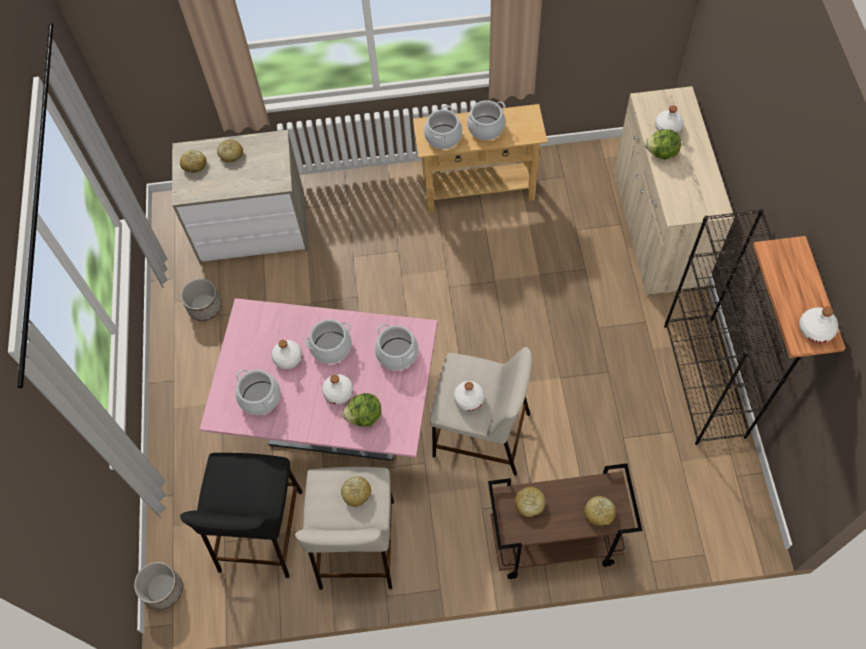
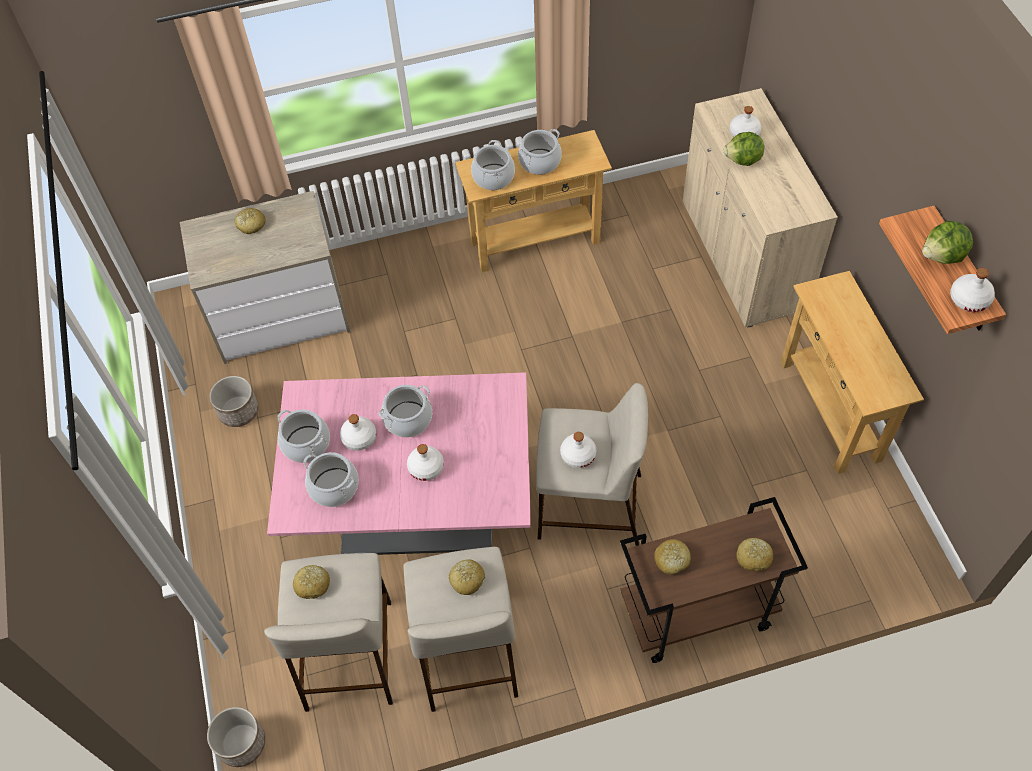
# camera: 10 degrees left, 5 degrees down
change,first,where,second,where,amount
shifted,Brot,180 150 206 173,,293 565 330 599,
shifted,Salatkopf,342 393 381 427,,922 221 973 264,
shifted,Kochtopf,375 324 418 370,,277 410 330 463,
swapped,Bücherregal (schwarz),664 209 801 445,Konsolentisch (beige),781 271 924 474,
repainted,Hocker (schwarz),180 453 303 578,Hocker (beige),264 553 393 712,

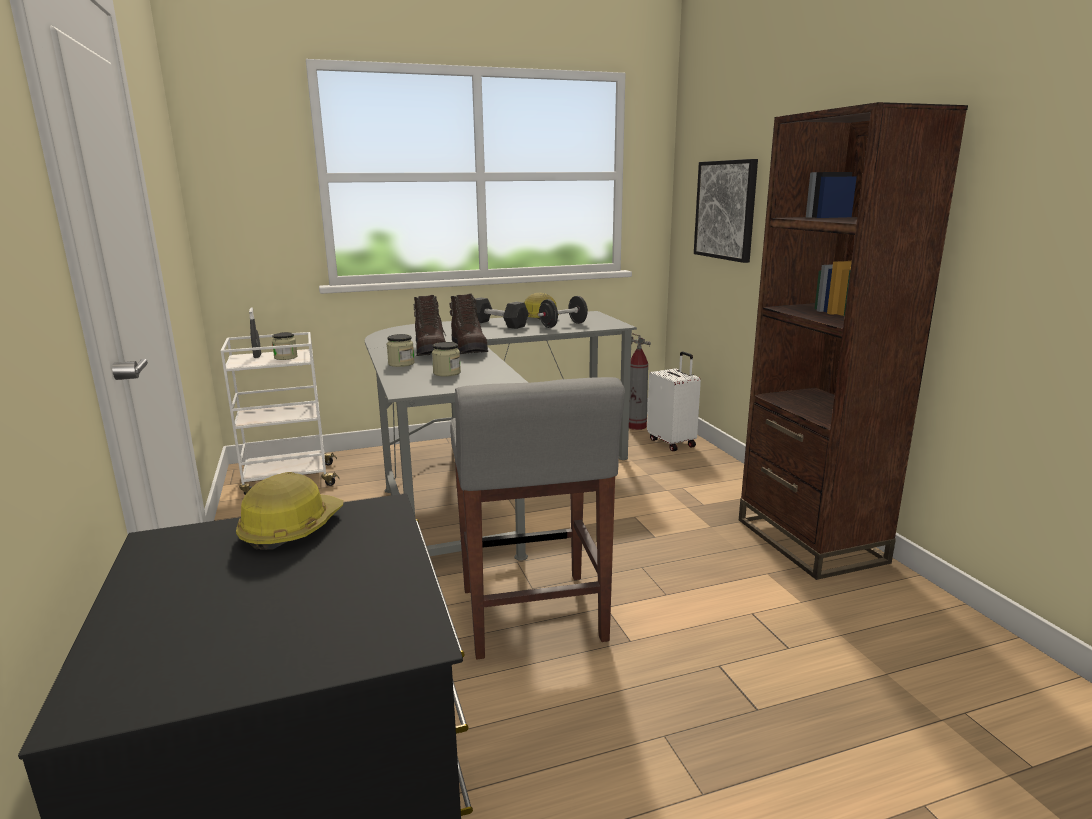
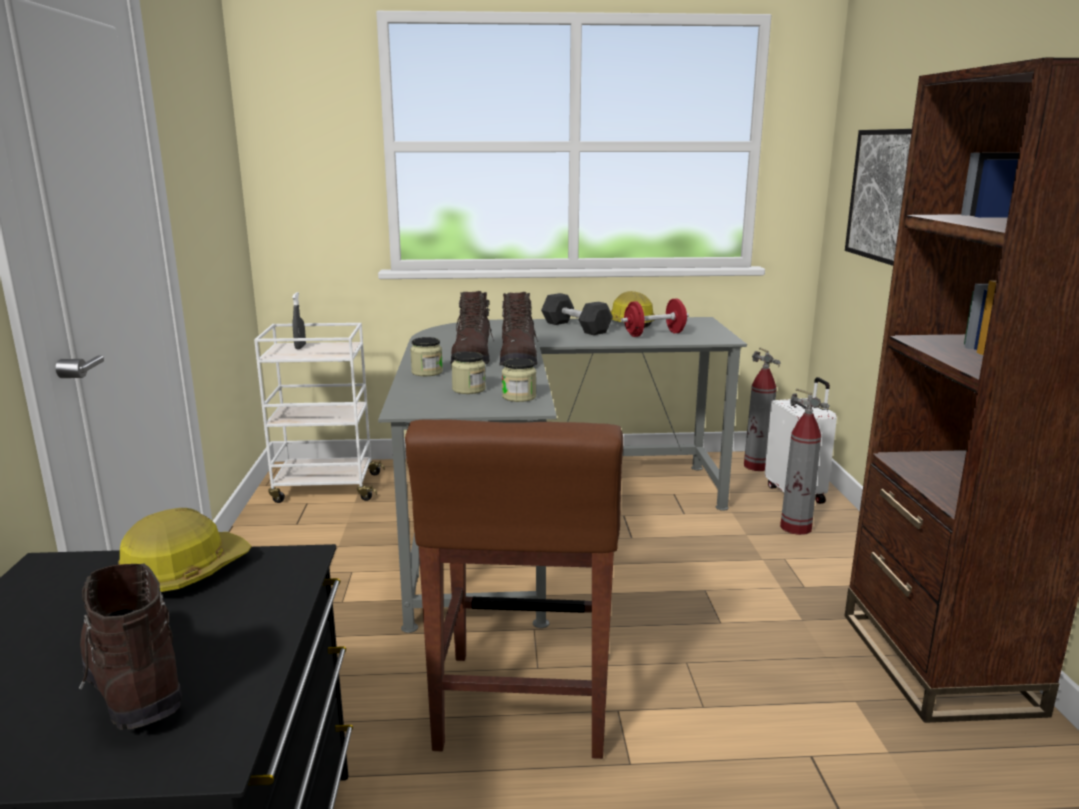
# camera: 15 degrees right, 0 degrees up
change,first,where,second,where,amount
new,,,Stiefel (braun),79 563 182 730,
new,,,Feuerlöscher,780 388 829 535,
shifted,Vorratsglas,272 332 298 360,,502 358 536 402,
repainted,Hocker (grau),450 377 625 660,Hocker (braun),405 419 623 759,
repainted,Hantel (schwarz),538 296 588 328,Hantel (rot),621 299 689 337,

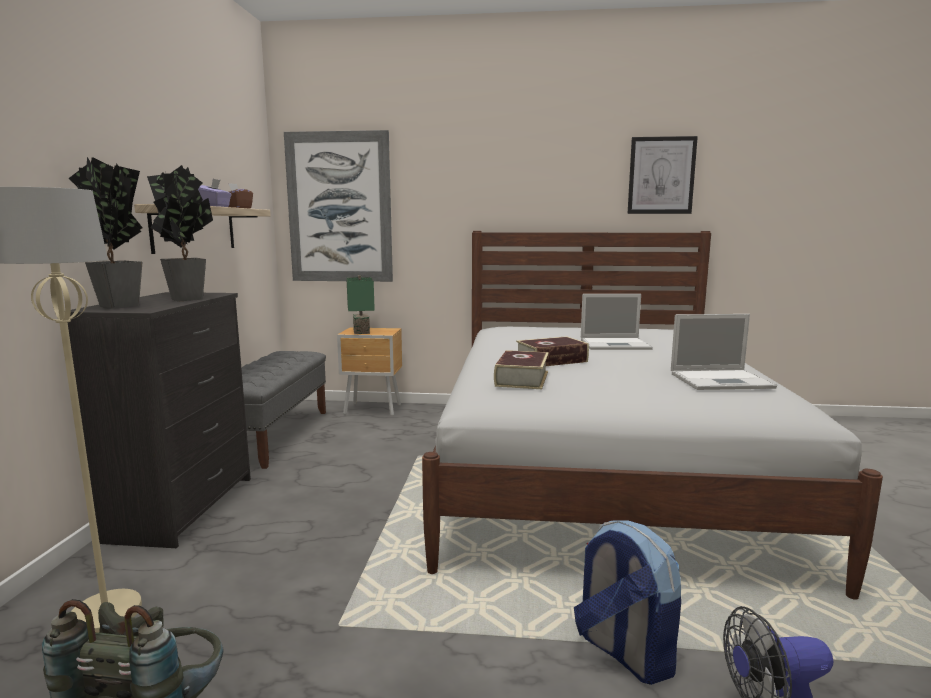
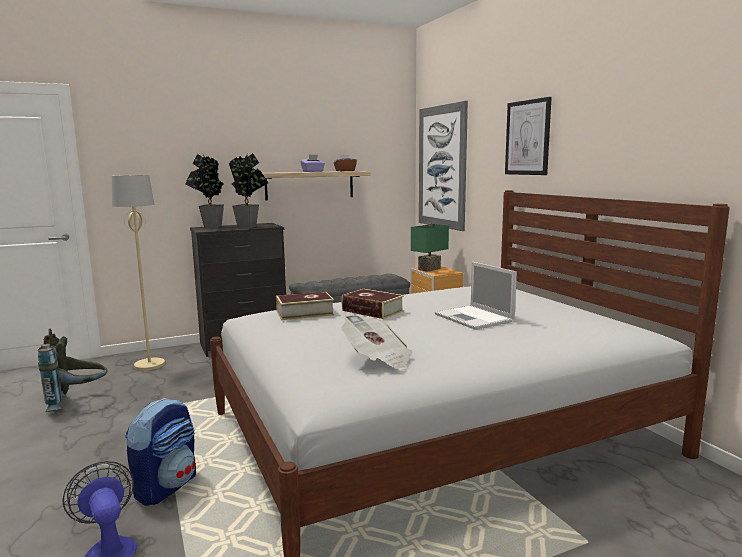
# camera: 60 degrees right, 0 degrees up
change,first,where,second,where,amount
shifted,Bild,627 136 698 214,,505 97 552 175,
swapped,Laptop,671 314 777 390,Zeitung,341 314 412 370,

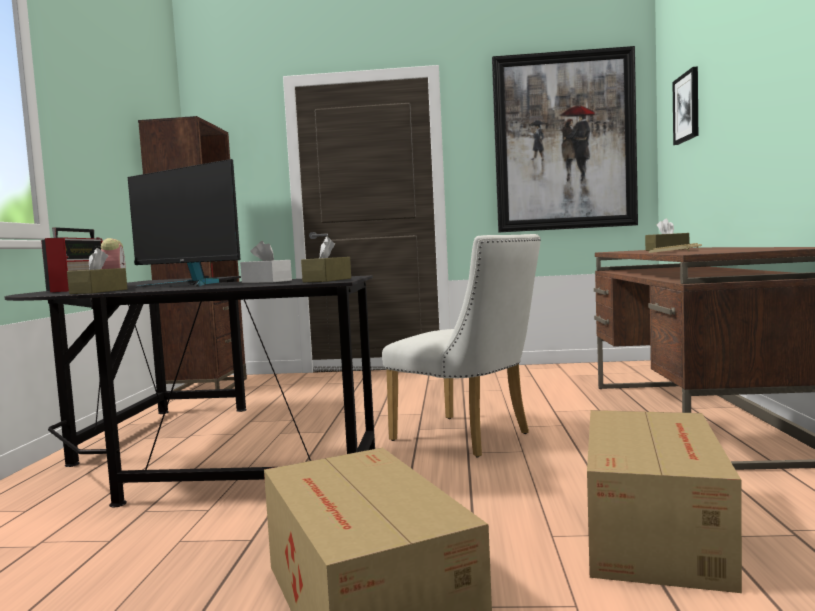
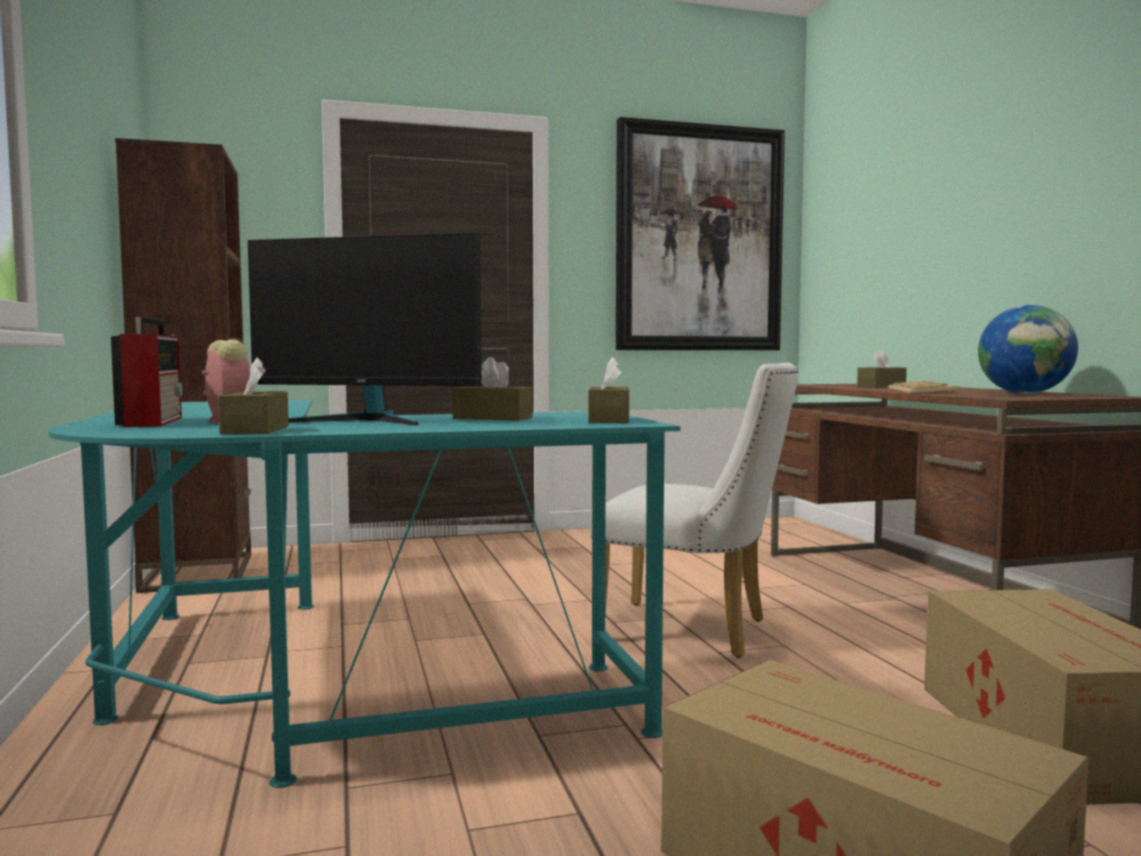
# camera: 20 degrees left, 0 degrees up
change,first,where,second,where,amount
gone,Bild,672 67 698 145,,,
new,,,Globus,978 305 1078 394,
repainted,Schreibtisch (schwarz),5 275 375 507,Schreibtisch (türkis),48 400 680 788,
repainted,Taschentuchbox (weiß),240 241 292 283,Taschentuchbox (braun),452 357 532 421,

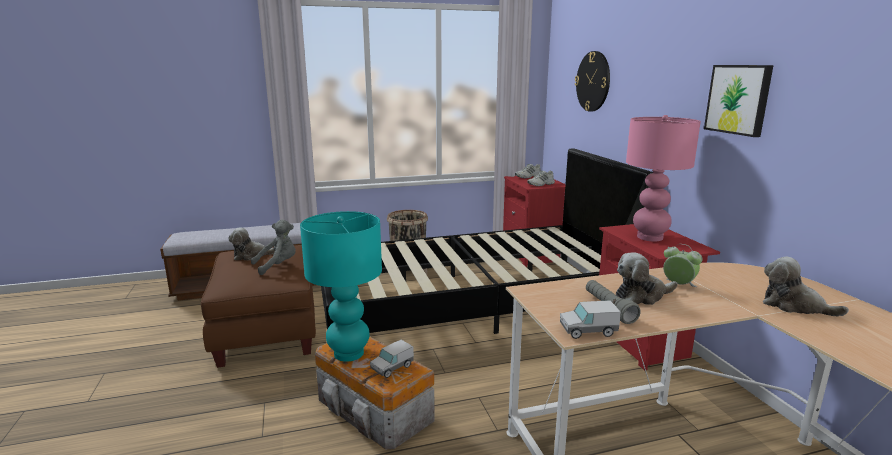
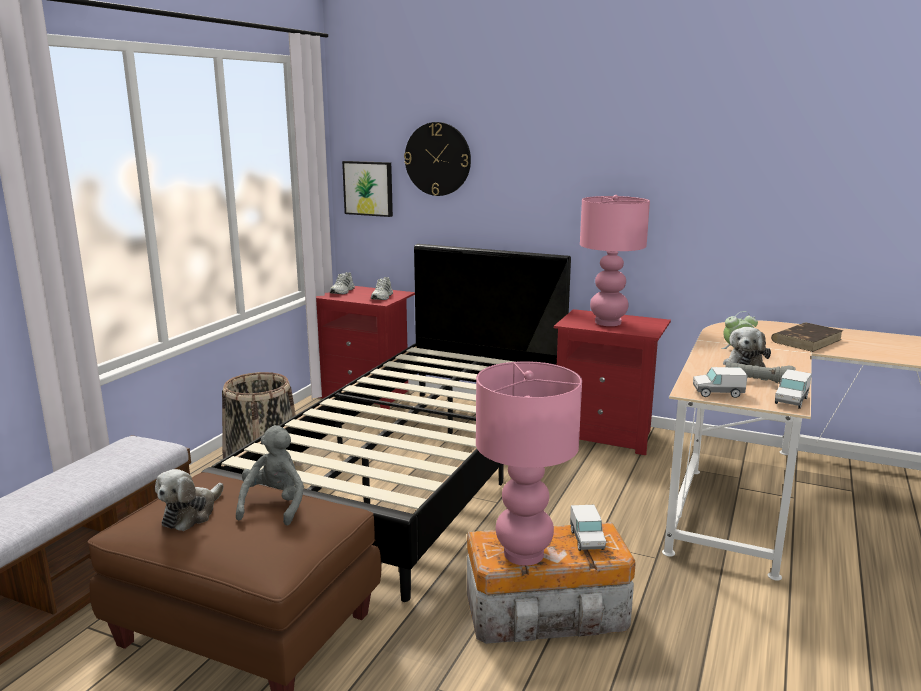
# camera: 50 degrees left, 0 degrees up
change,first,where,second,where,amount
new,,,Spielzeuglaster,693 367 748 398,
shifted,Bild,704 65 774 137,,342 161 393 217,
swapped,Plüschtier,763 256 849 316,Buch (braun),771 322 843 352,
repainted,Tischlampe (türkis),300 211 382 362,Tischlampe (rosa),476 361 582 566,

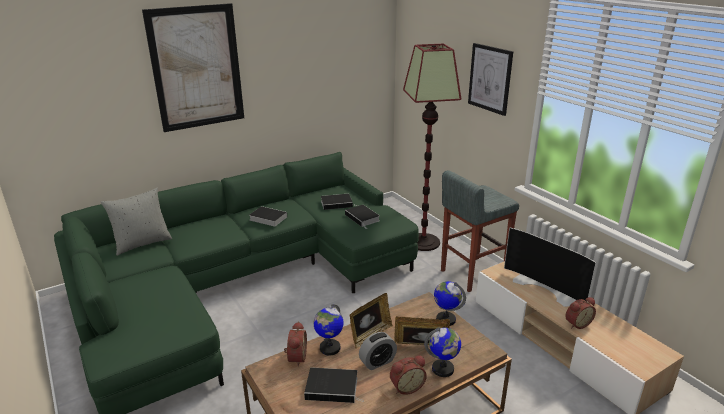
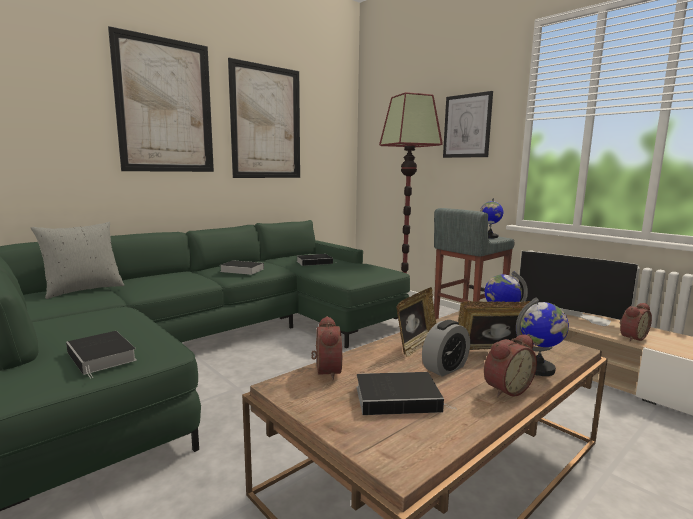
# camera: 10 degrees left, 15 degrees down
change,first,where,second,where,amount
new,,,Bild,228 58 300 178,
shifted,Globus,313 304 344 356,,480 198 503 238,
shifted,Buch,345 205 380 227,,66 331 137 378,

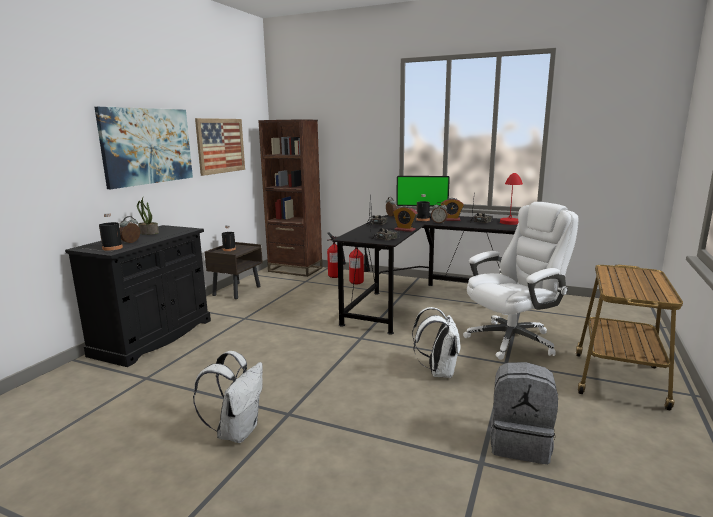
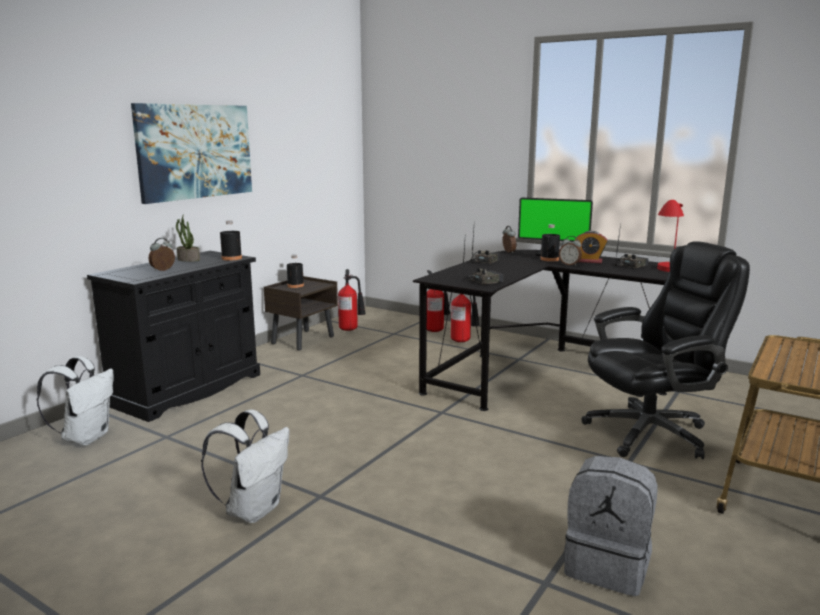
# camera: 10 degrees right, 0 degrees up
change,first,where,second,where,amount
gone,Bild,195 118 245 176,,,
gone,Bücherregal (braun),258 119 323 277,,,
gone,Wecker,393 206 418 232,,,
new,,,Feuerlöscher,338 269 366 331,
shifted,Flasche (schwarz),99 213 123 251,,220 220 242 261,
shifted,Rucksack (weiß),412 307 460 378,,36 356 113 445,
repainted,Bürostuhl (weiß),463 202 578 360,Bürostuhl (schwarz),582 241 750 459,

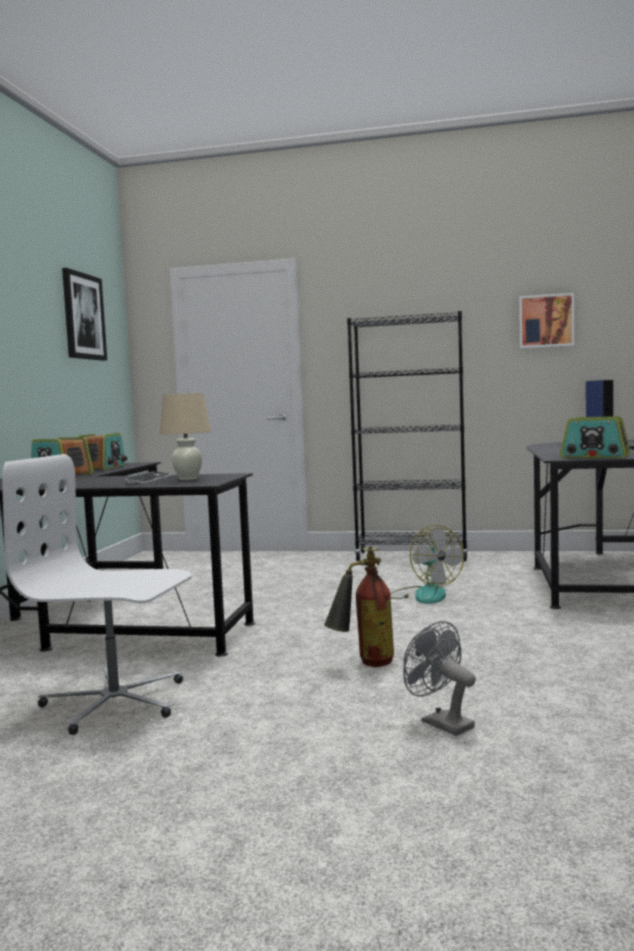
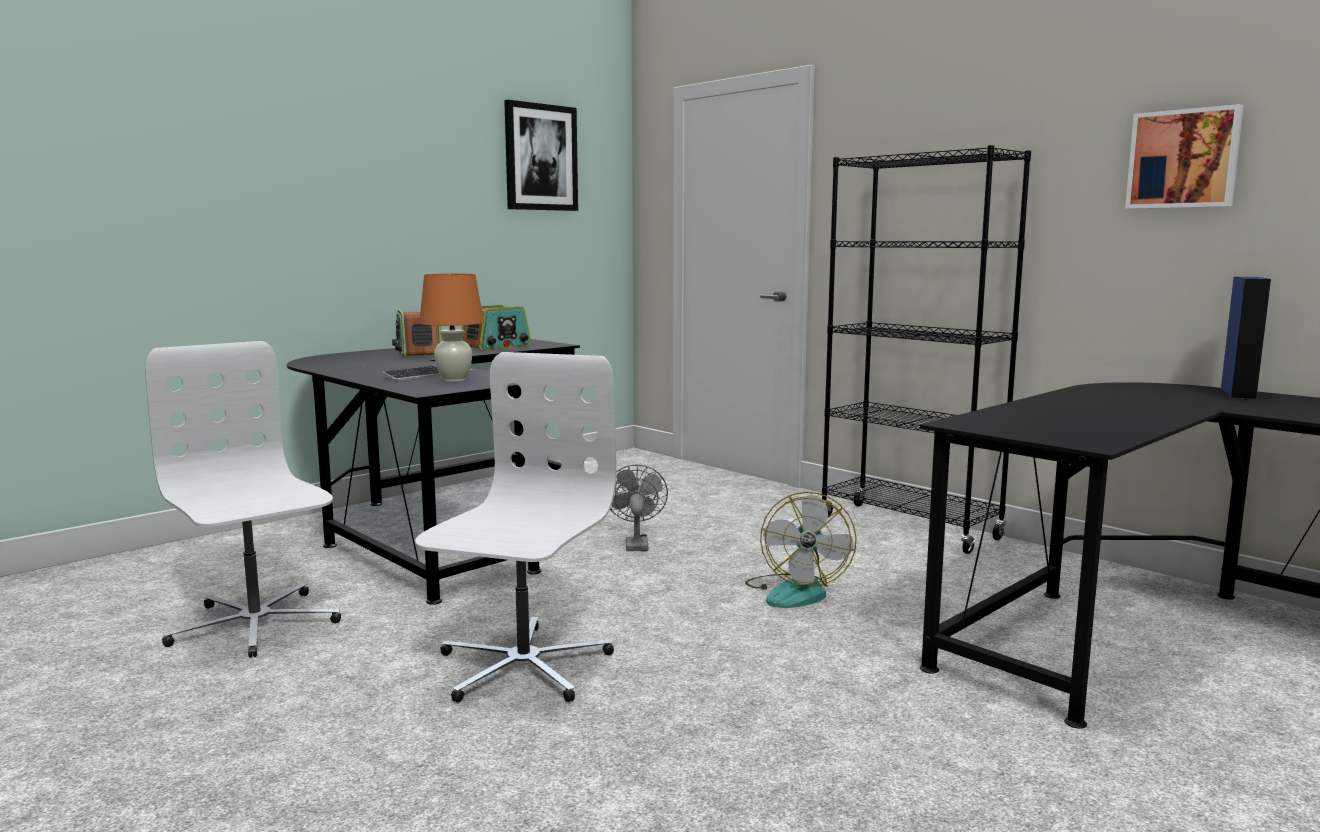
# camera: 35 degrees right, 5 degrees up
change,first,where,second,where,amount
gone,Radio,560 416 630 458,,,
shifted,Ventilator (grau),403 621 476 736,,610 465 668 551,
swapped,Feuerlöscher,324 546 394 667,Bürostuhl (weiß),415 352 617 703,
repainted,Tischlampe (beige),160 393 211 480,Tischlampe (orange),419 273 484 382,

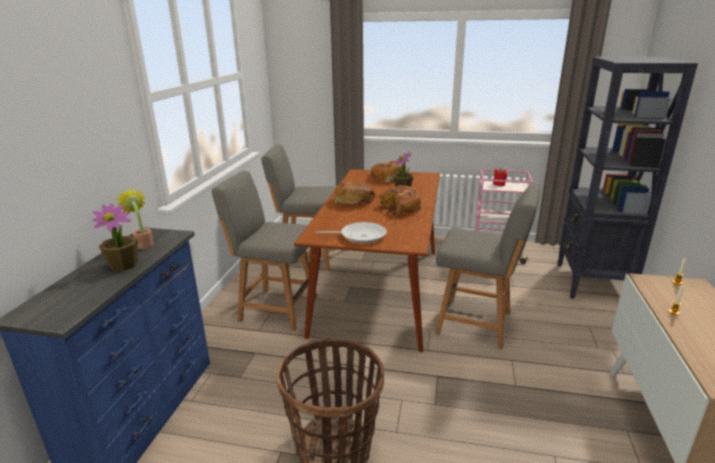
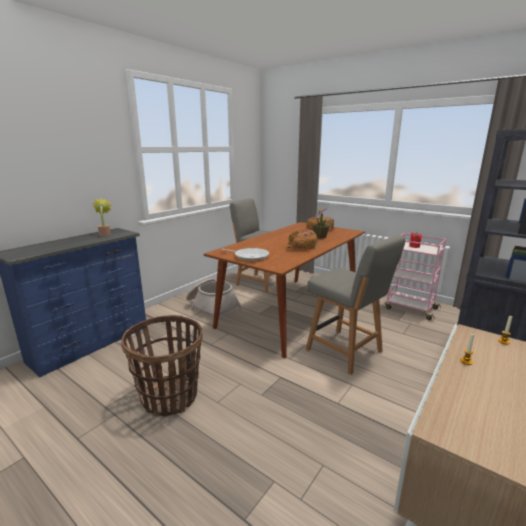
# camera: 25 degrees right, 5 degrees down
change,first,where,second,where,amount
gone,Topfpflanze,92 203 138 271,,,
gone,Brot,334 181 376 205,,,
swapped,Stuhl (grau),212 171 317 331,Korb,186 278 242 316,

